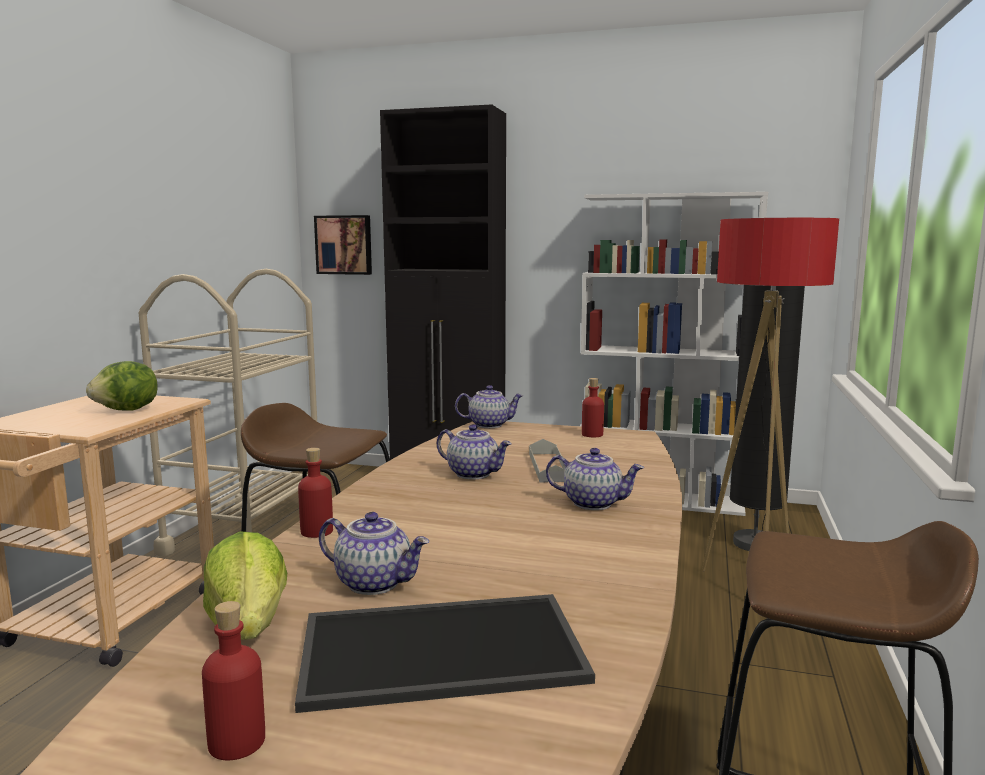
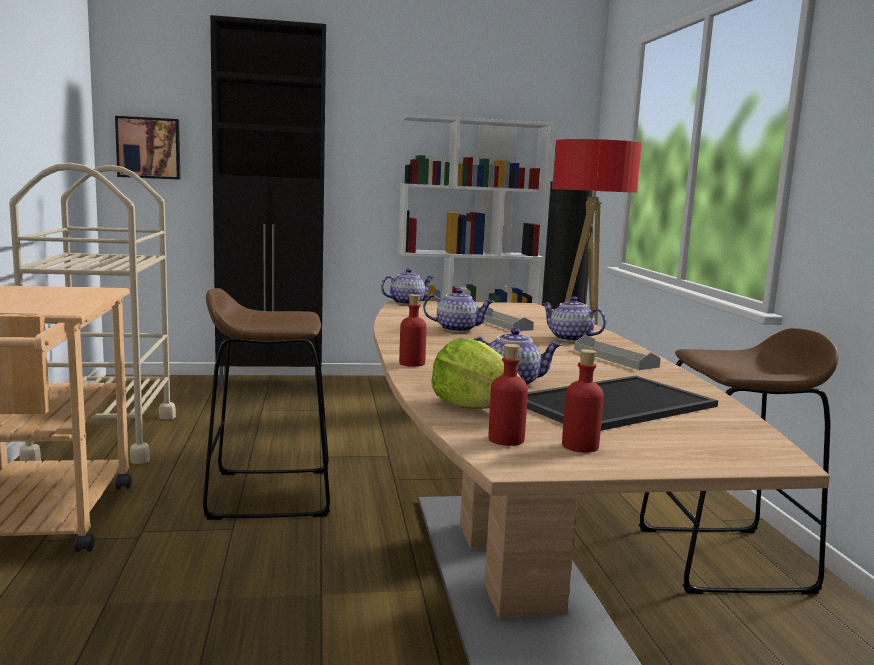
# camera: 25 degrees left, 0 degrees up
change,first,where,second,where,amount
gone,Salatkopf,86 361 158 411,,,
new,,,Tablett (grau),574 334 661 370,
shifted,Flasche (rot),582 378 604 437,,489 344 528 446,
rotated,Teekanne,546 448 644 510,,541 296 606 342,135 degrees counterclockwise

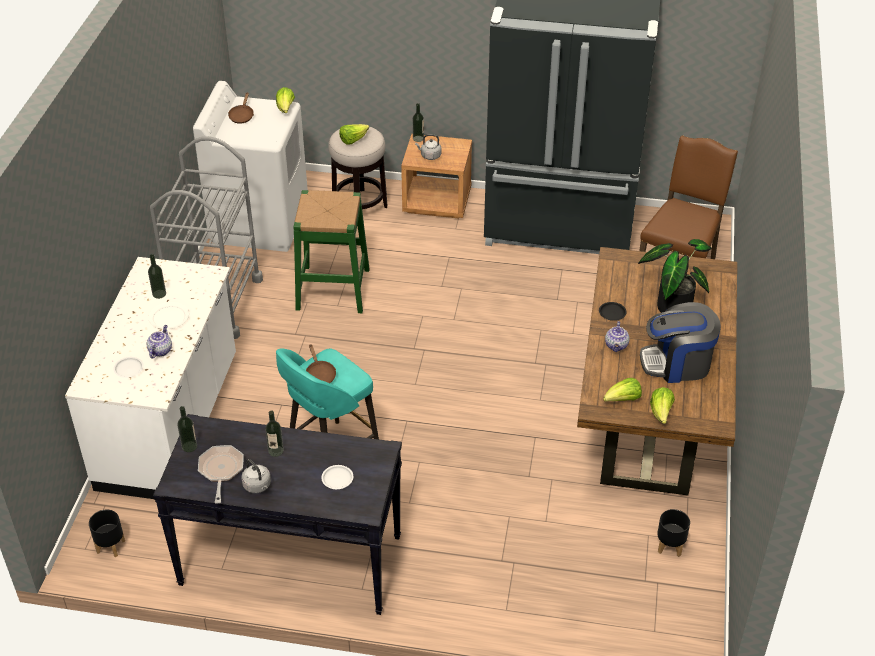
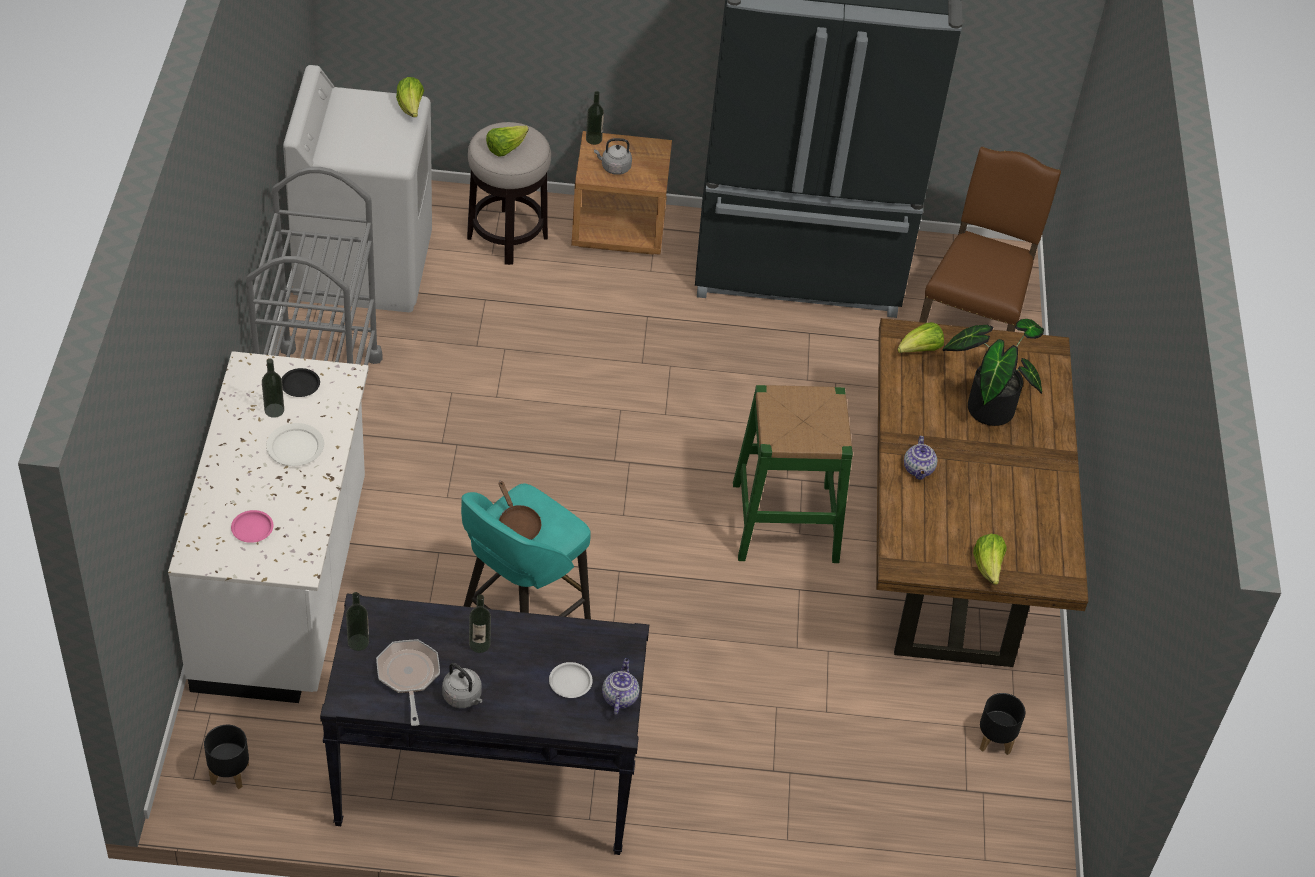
# camera: 10 degrees left, 5 degrees up
change,first,where,second,where,amount
gone,Pfanne (braun),228 93 254 124,,,
gone,Kaffeemaschine,640 302 721 383,,,
shifted,Teekanne,147 325 172 359,,602 658 640 715,
shifted,Hocker (grün),293 190 370 313,,733 385 853 563,
shifted,Teller (schwarz),599 302 627 321,,281 368 320 397,
shifted,Salatkopf,603 378 642 402,,897 322 944 353,
repainted,Teller (weiß),114 357 144 378,Teller (rosa),231 510 273 543,

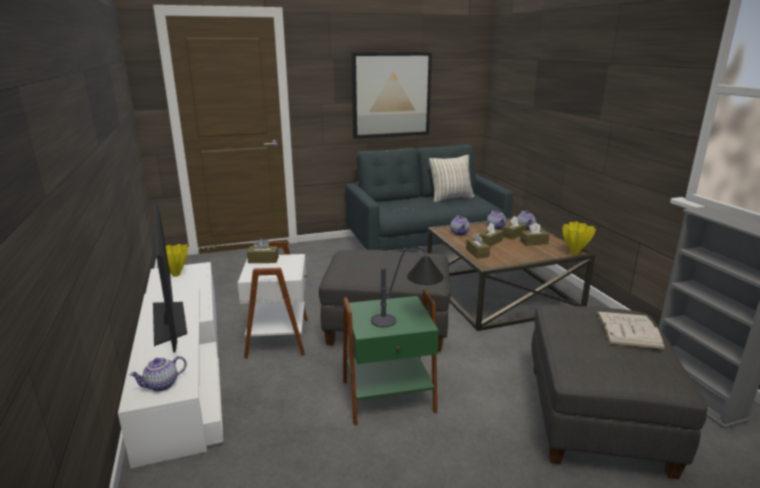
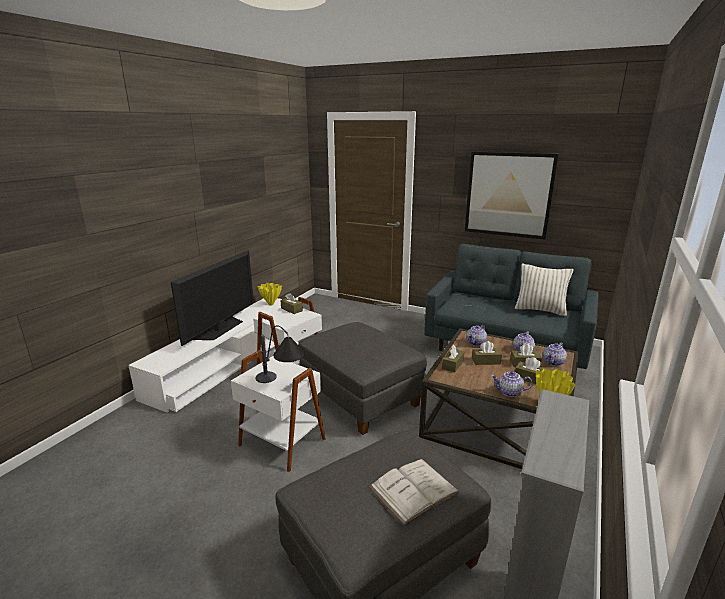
# camera: 45 degrees right, 0 degrees up
change,first,where,second,where,amount
shifted,Teekanne,129 356 187 391,,491 371 533 397,
repainted,Beistelltisch (grün),343 290 439 425,Beistelltisch (weiß),231 350 326 472,

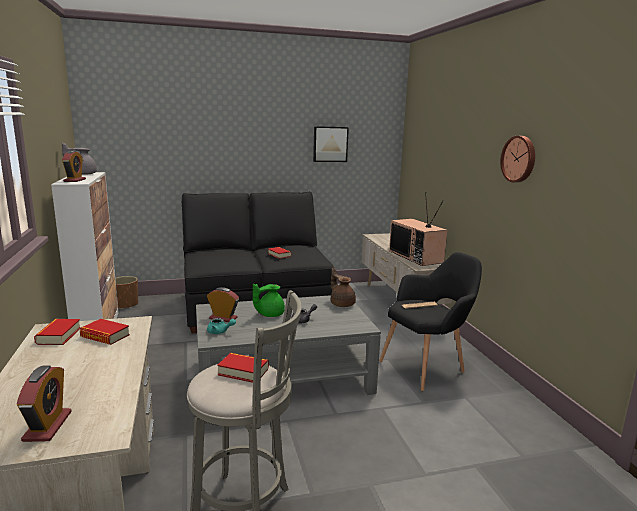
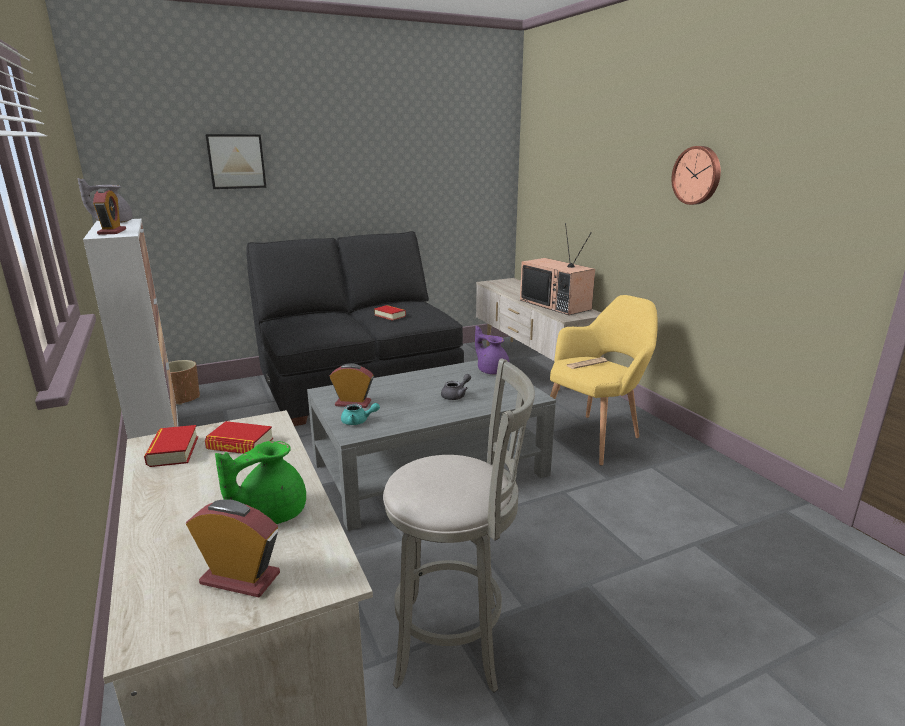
# camera: 10 degrees left, 5 degrees up
change,first,where,second,where,amount
gone,Buch,217 353 269 383,,,
shifted,Teekanne (grün),253 284 285 317,,215 441 306 524,
shifted,Bild,313 126 349 162,,205 134 266 189,
repainted,Teekanne (braun),331 267 356 307,Teekanne (lila),475 326 509 374,
repainted,Sessel (schwarz),379 252 482 391,Sessel (gelb),550 295 658 466,
rotated,Wecker,17 365 72 442,,186 499 280 597,60 degrees counterclockwise

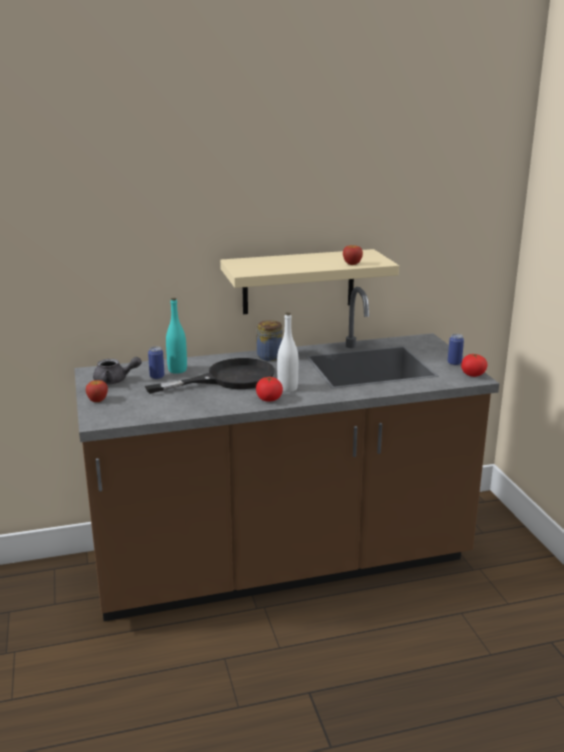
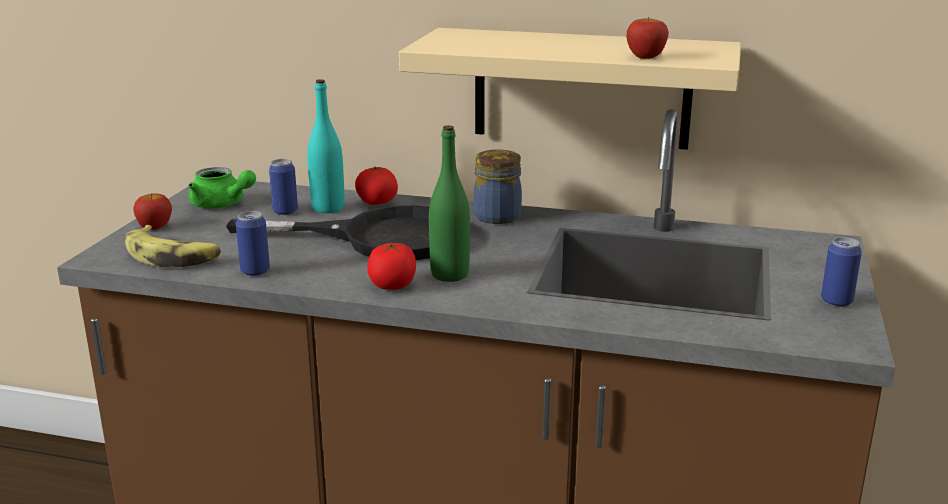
# camera: 30 degrees right, 0 degrees up
change,first,where,second,where,amount
new,,,Banane,125 225 221 268,
new,,,Dose,236 211 270 276,
shifted,Tomate,461 354 487 377,,355 166 398 205,
repainted,Teekanne (grau),93 357 142 385,Teekanne (grün),188 167 256 208,
repainted,Flasche (weiß),277 312 298 392,Flasche (grün),429 125 470 282,

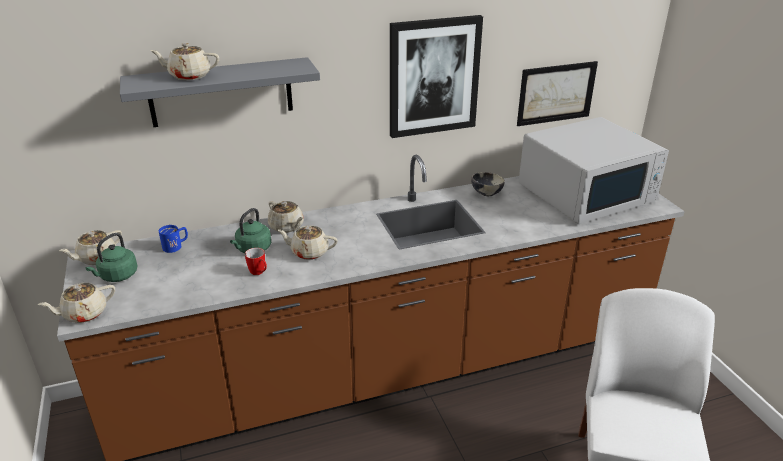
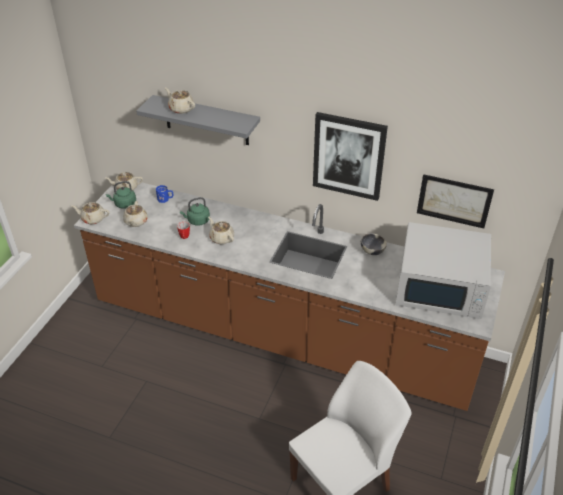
# camera: 40 degrees right, 10 degrees up
change,first,where,second,where,amount
shifted,Teekanne (beige),268 201 304 233,,123 201 148 227,

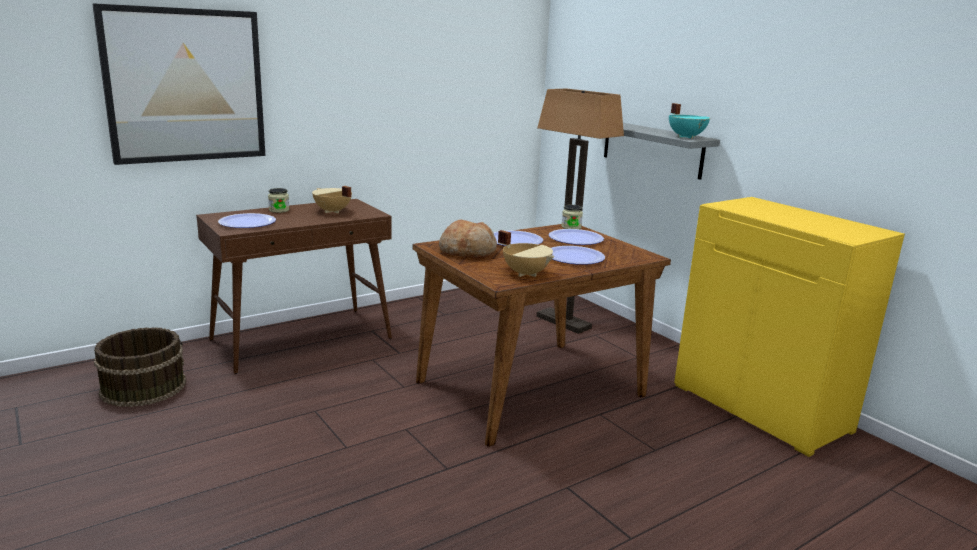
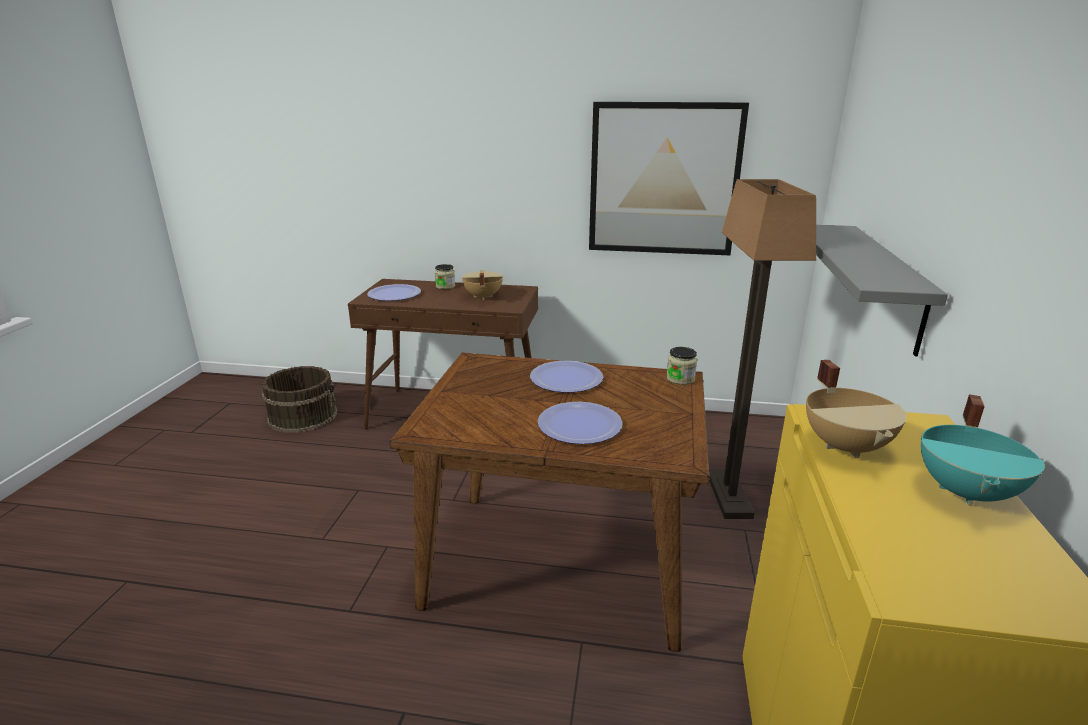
# camera: 45 degrees right, 5 degrees up
change,first,where,second,where,amount
gone,Brot,439 220 497 258,,,
gone,Teller,548 229 604 245,,,
shifted,Bild,92 3 265 165,,589 102 749 255,
shifted,Kochtopf (beige),498 230 555 277,,806 360 907 458,
shifted,Kochtopf (türkis),669 103 710 139,,921 394 1045 506,

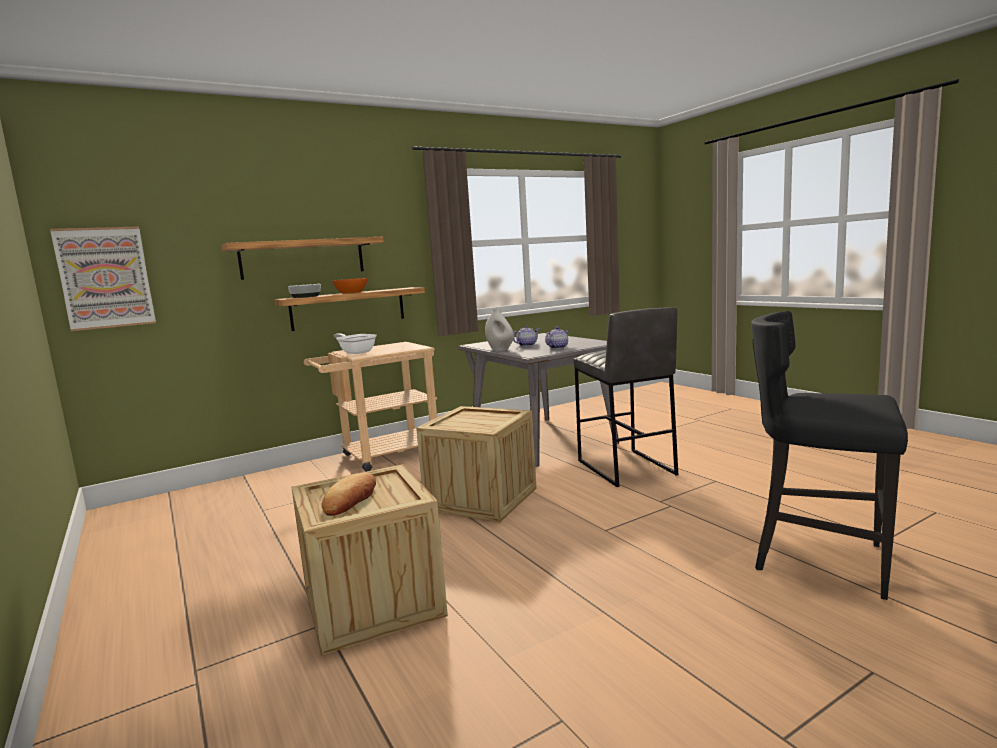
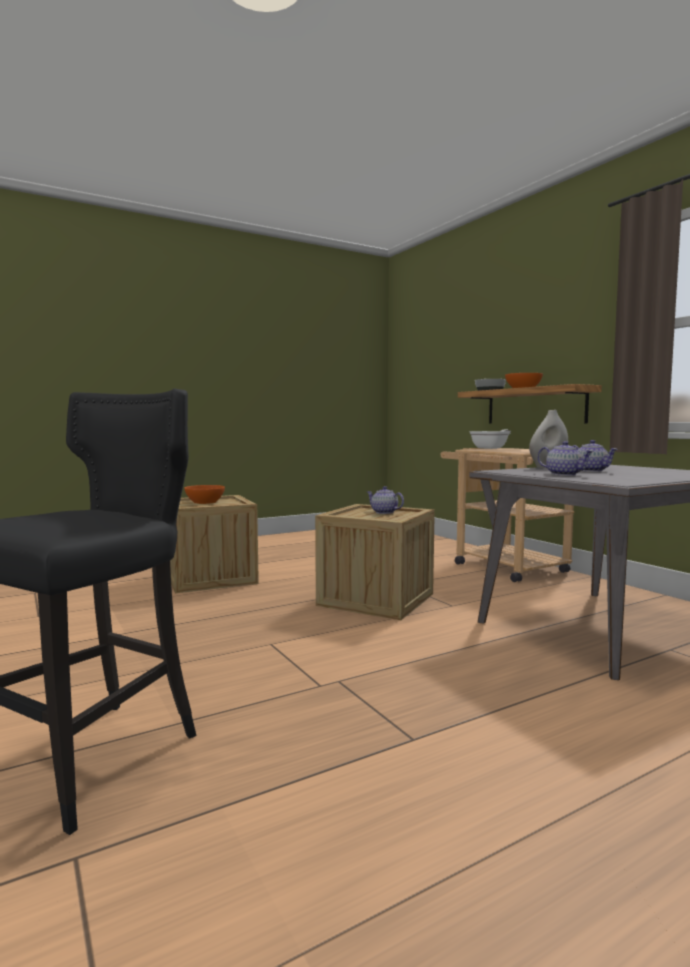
# camera: 90 degrees right, 5 degrees down
change,first,where,second,where,amount
gone,Bild,50 227 156 331,,,
gone,Wandregal,222 237 384 280,,,
gone,Hocker (grau),574 307 678 487,,,
new,,,Teekanne,367 486 404 514,
swapped,Brot,322 473 376 516,Schüssel (orange),184 485 225 504,

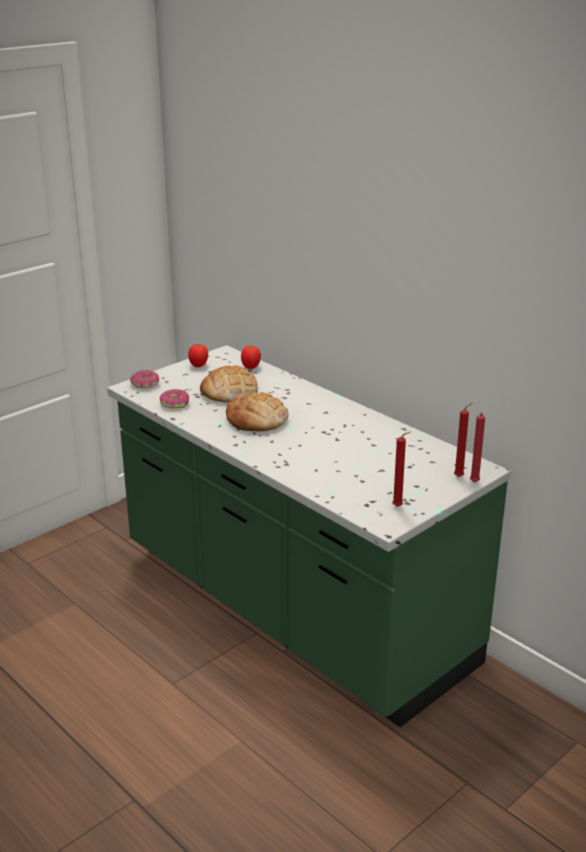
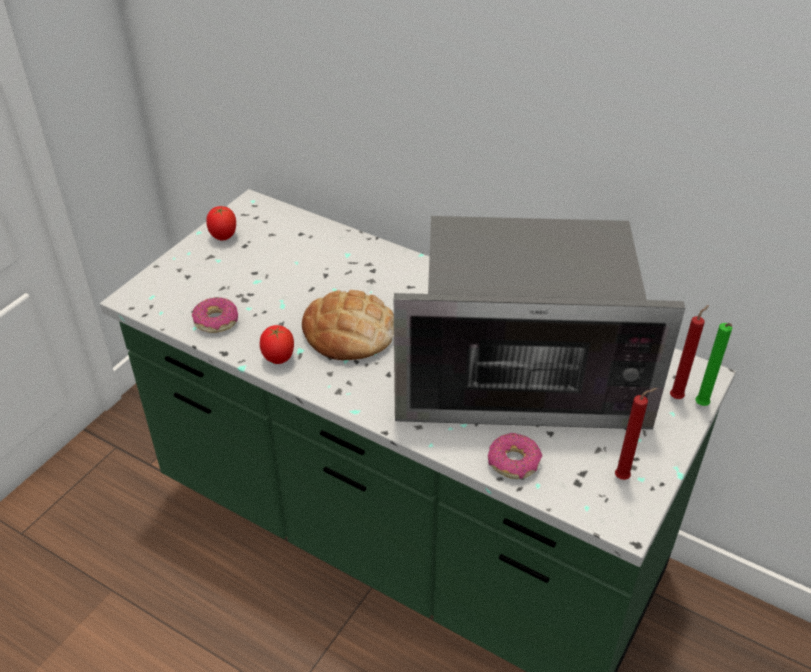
# camera: 15 degrees left, 15 degrees up
change,first,where,second,where,amount
gone,Brot,200 365 258 402,,,
new,,,Mikrowelle,394 216 685 430,
shifted,Donut,130 370 159 388,,488 433 542 479,
shifted,Tomate,241 346 261 369,,260 325 294 364,
repainted,Kerze (rot),470 413 485 483,Kerze (grün),695 323 732 406,

